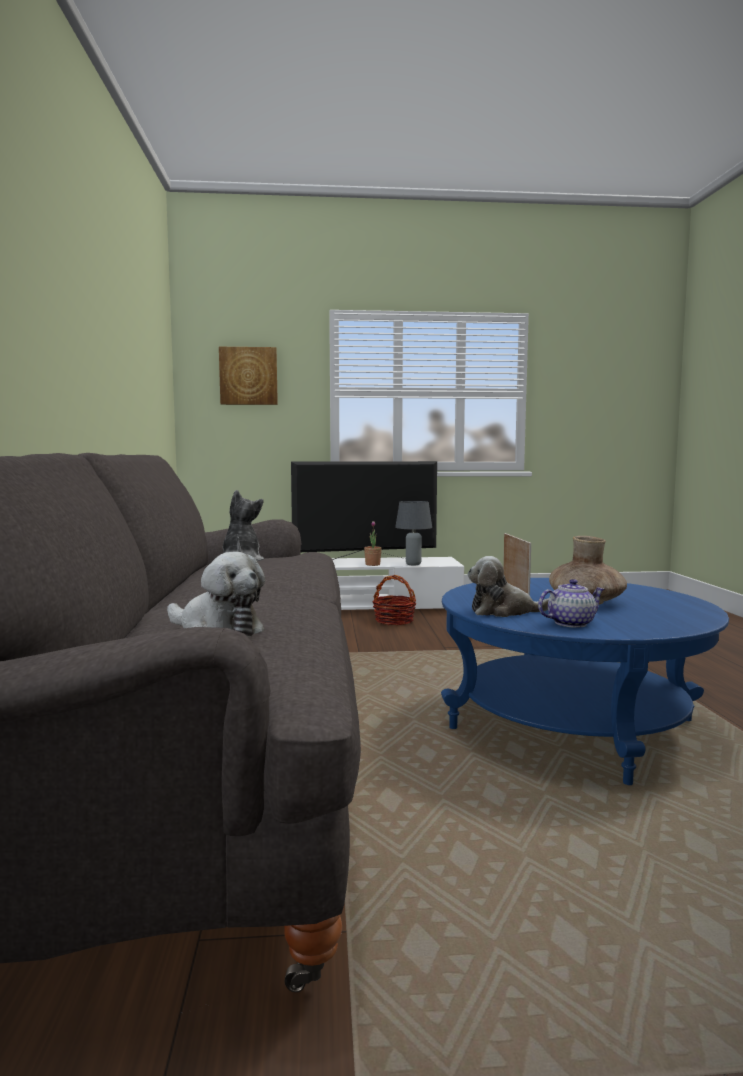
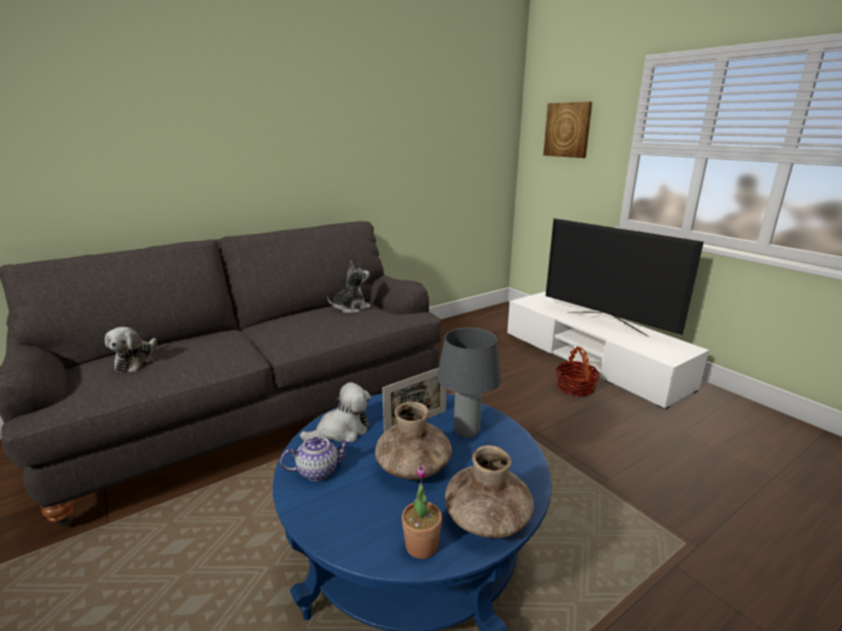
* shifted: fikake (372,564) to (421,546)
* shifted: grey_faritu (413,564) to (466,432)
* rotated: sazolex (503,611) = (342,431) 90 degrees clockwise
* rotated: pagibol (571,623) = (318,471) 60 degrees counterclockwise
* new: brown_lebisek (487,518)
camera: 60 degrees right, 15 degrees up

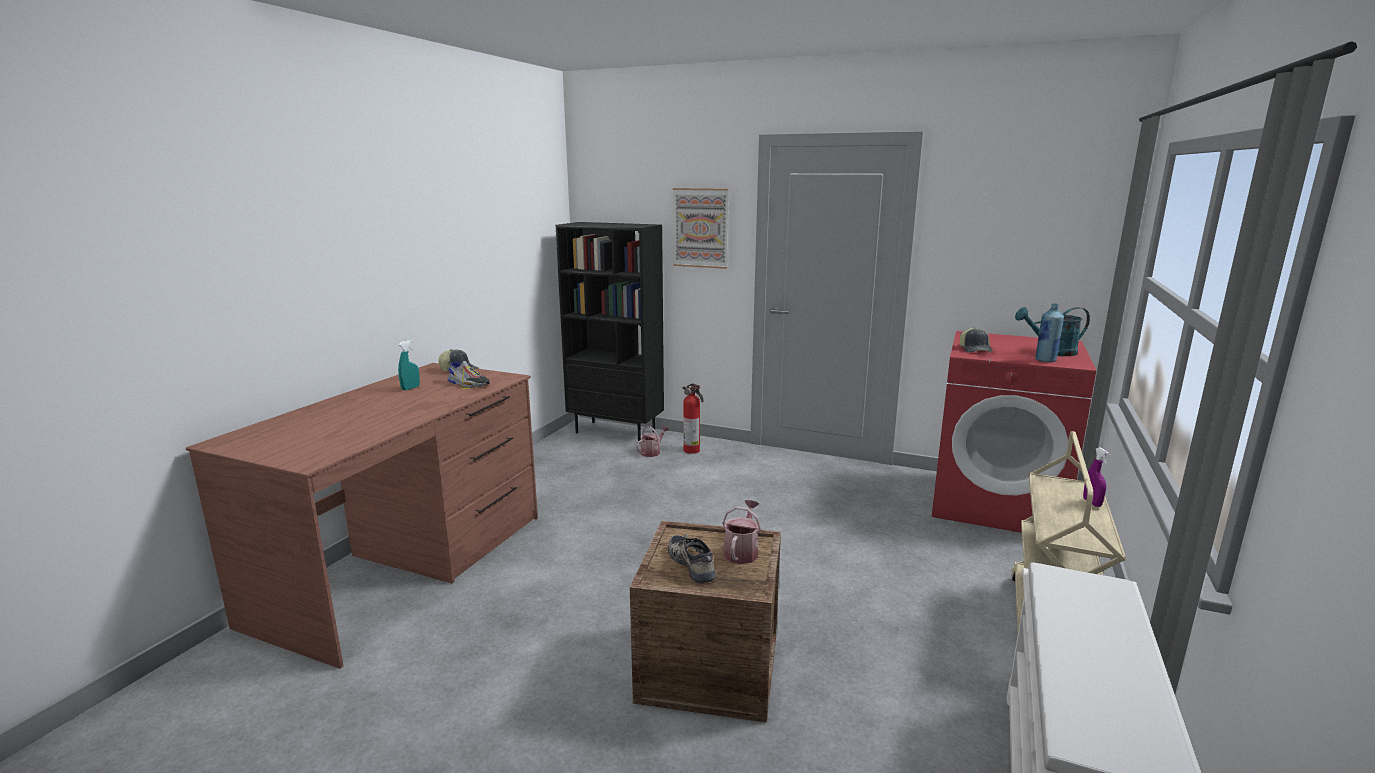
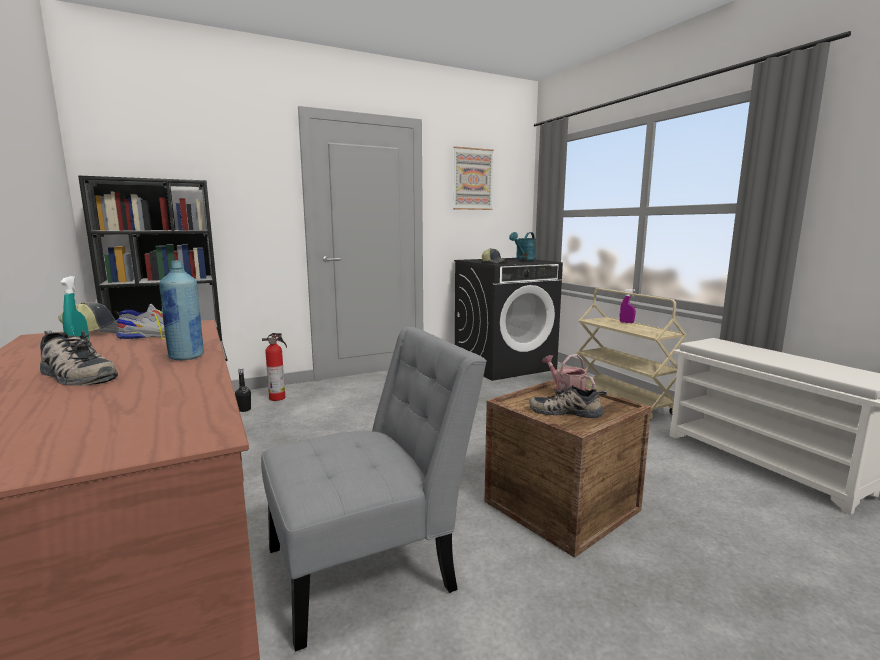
* swapped: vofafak (652,452) to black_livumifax (244,410)
* shifted: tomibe (701,228) to (472,179)
* repainted: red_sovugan (997,504) to black_sovugan (504,365)
* shifted: blue_livumifax (1045,360) to (186,357)
* new: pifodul (74,375)
* new: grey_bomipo (370,565)
camera: 50 degrees left, 5 degrees down

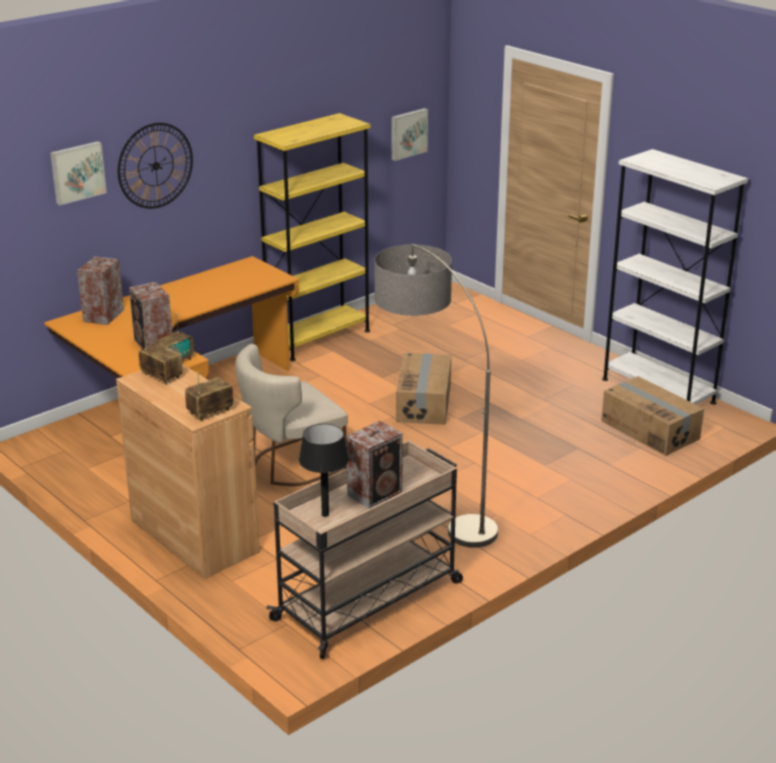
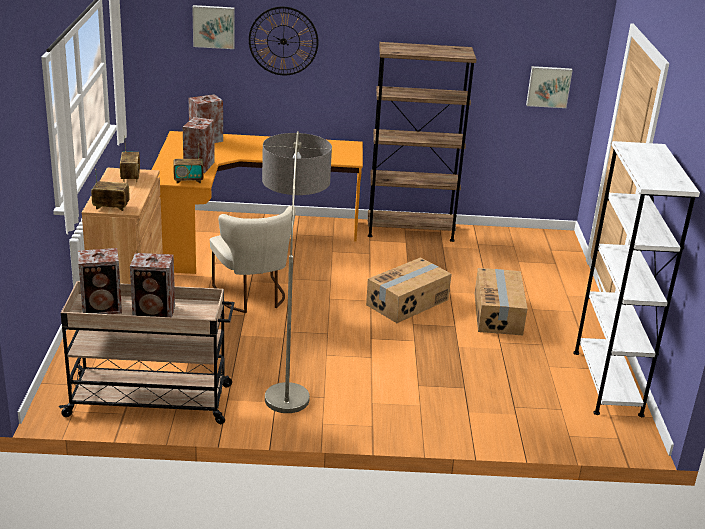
* rotated: beige_bomipo (290,465) = (252,297) 120 degrees counterclockwise
* repainted: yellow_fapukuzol (318,338) to brown_fapukuzol (410,230)
* swapped: black_faritu (325,514) to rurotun (103,307)
* shifted: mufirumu (650,430) to (498,314)
camera: 40 degrees right, 0 degrees up

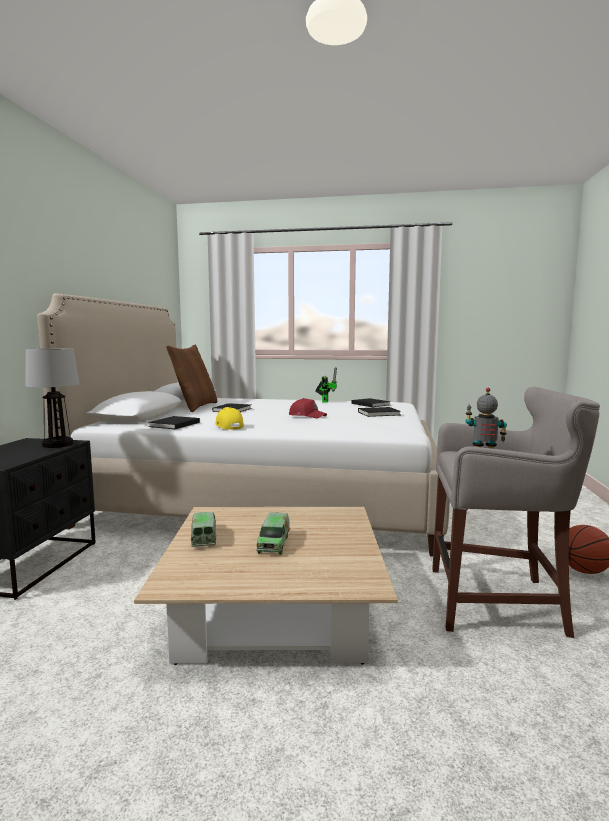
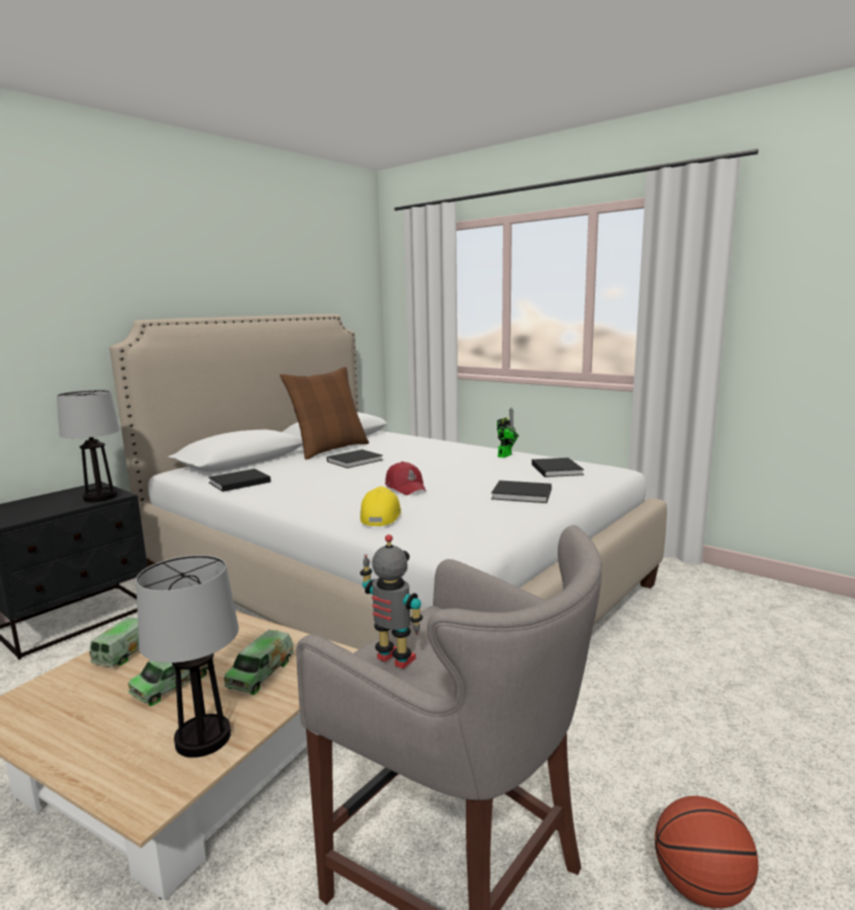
* shifted: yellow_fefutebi (228,426) to (380,516)
* new: faritu (202,738)
* new: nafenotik (261,673)
camera: 30 degrees right, 5 degrees up

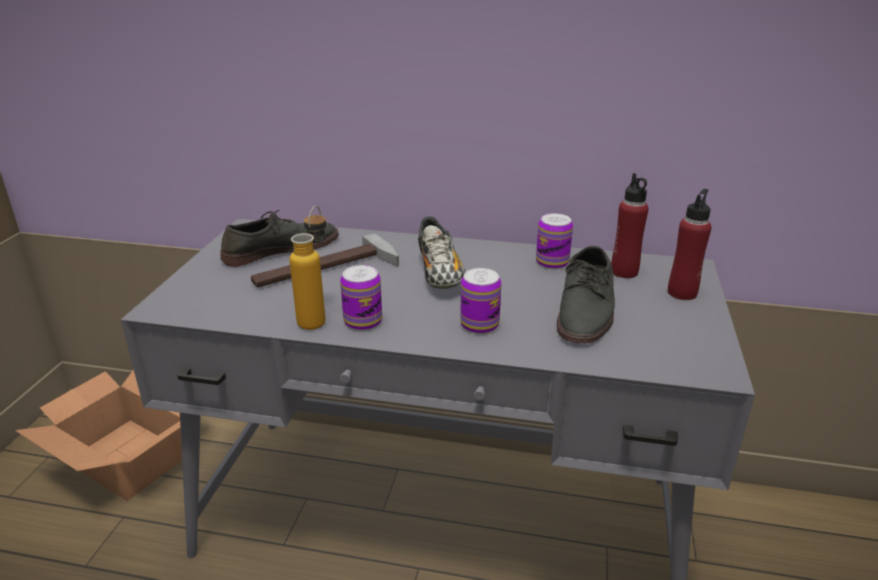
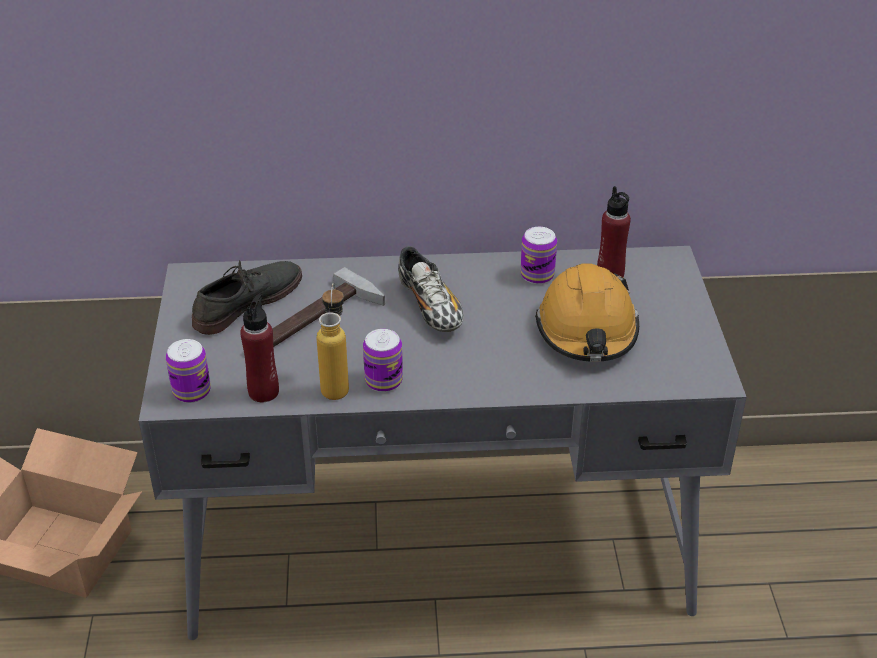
* shifted: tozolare (479,325) to (191,391)
* swapped: grey_pifodul (586,310) to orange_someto (587,330)
* shifted: red_livumifax (682,293) to (263,392)
camera: 15 degrees left, 10 degrees up

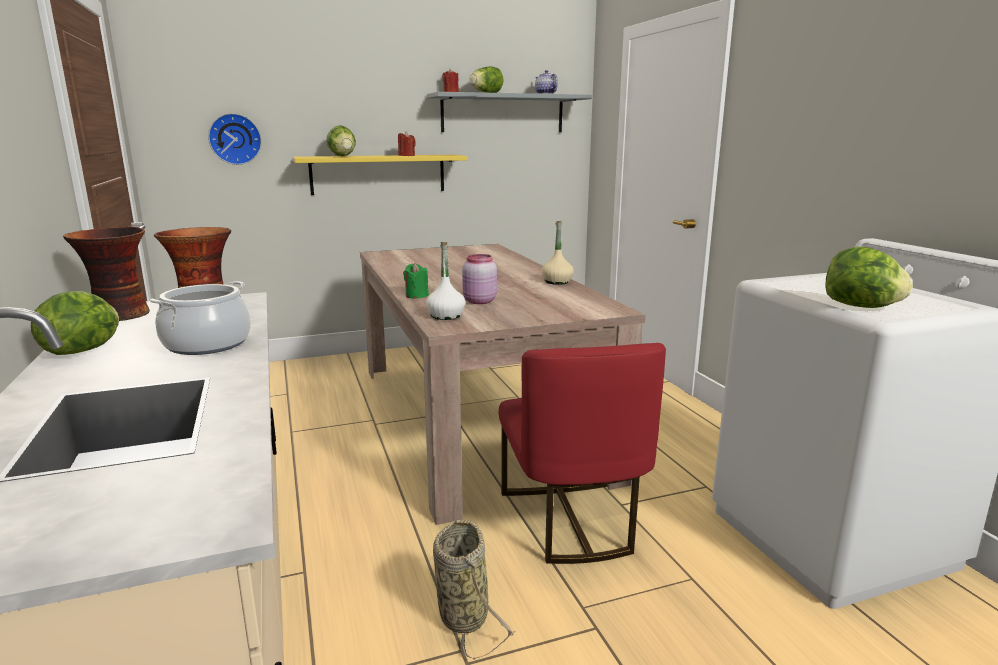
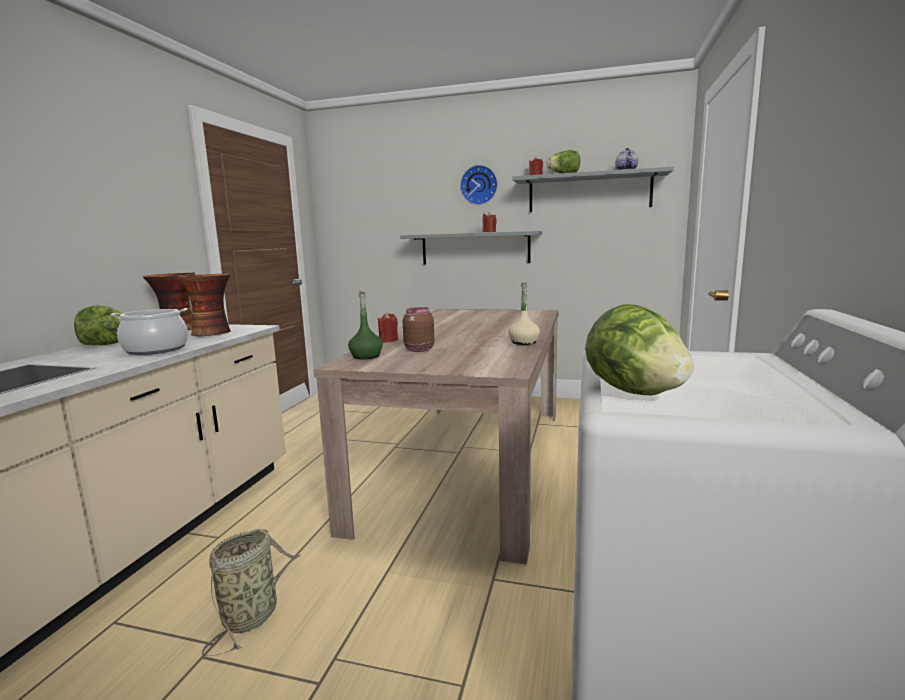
* shifted: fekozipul (235,139) to (479,185)
* repainted: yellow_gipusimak (378,174) to grey_gipusimak (475,248)
* gone: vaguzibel (342,156)
* repainted: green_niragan (416,295) to red_niragan (388,340)
* repainted: white_livumifax (446,316) to green_livumifax (366,356)
* repainted: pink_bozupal (479,301) to brown_bozupal (418,349)
* gone: red_bomipo (571,521)
camera: 35 degrees right, 5 degrees down

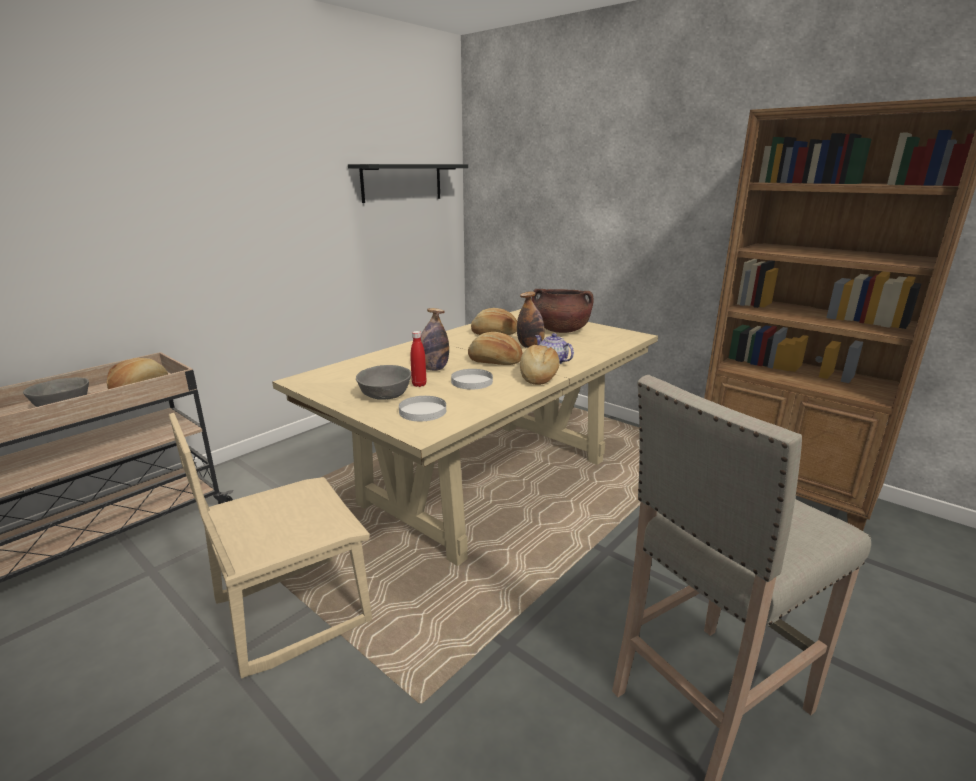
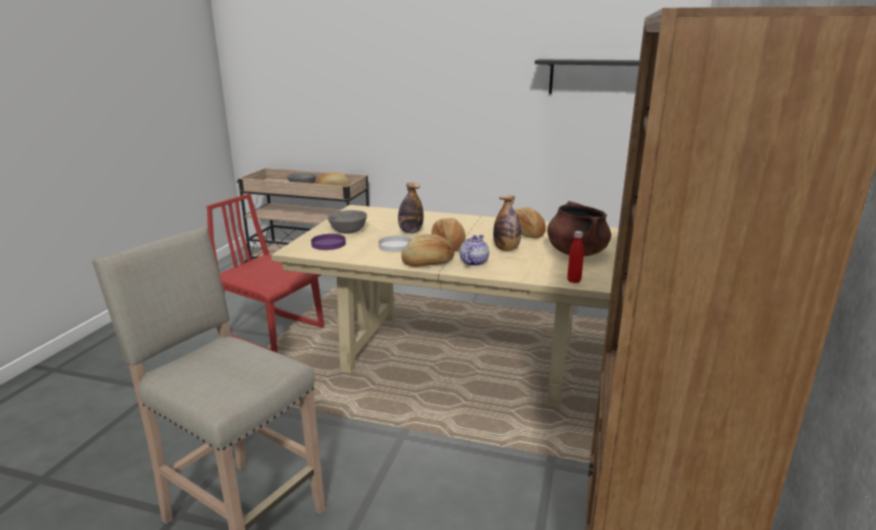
* repainted: beige_bomipo (292,611) to red_bomipo (274,332)
* repainted: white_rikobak (422,411) to purple_rikobak (328,244)
* shifted: red_livumifax (419,384) to (574,281)
camera: 65 degrees right, 0 degrees up

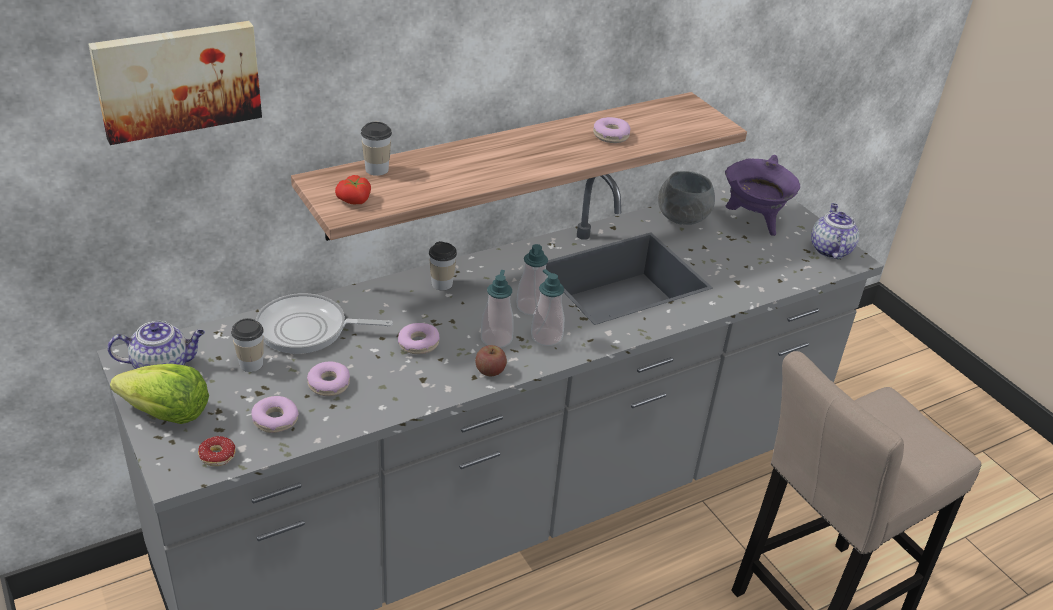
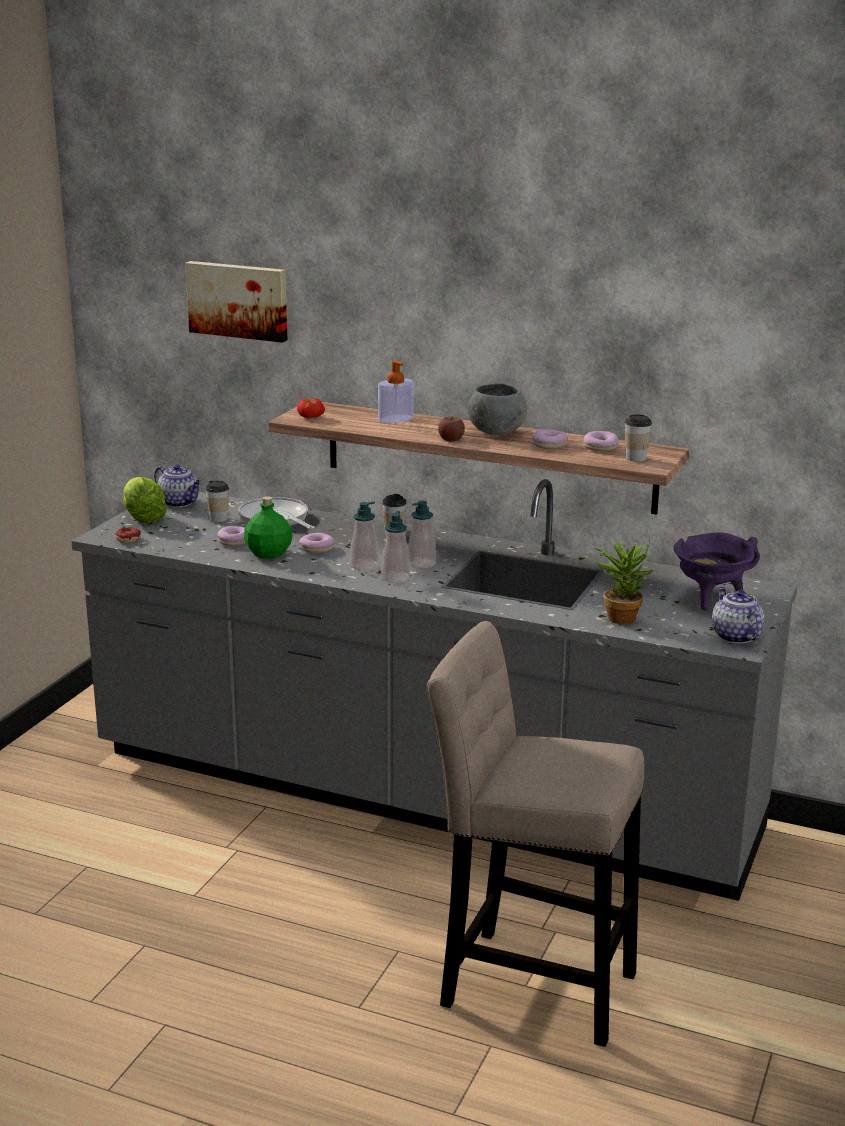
* shifted: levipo (275,420) to (600,447)
* shifted: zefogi (377,169) to (636,458)
* shifted: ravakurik (490,371) to (451,439)
* shifted: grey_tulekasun (682,218) to (496,432)
* rotated: pagibol (829,249) = (735,636) 75 degrees counterclockwise
* new: green_livumifax (269,553)
* new: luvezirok (395,419)
* new: fikake (621,616)
camera: 55 degrees right, 15 degrees down

